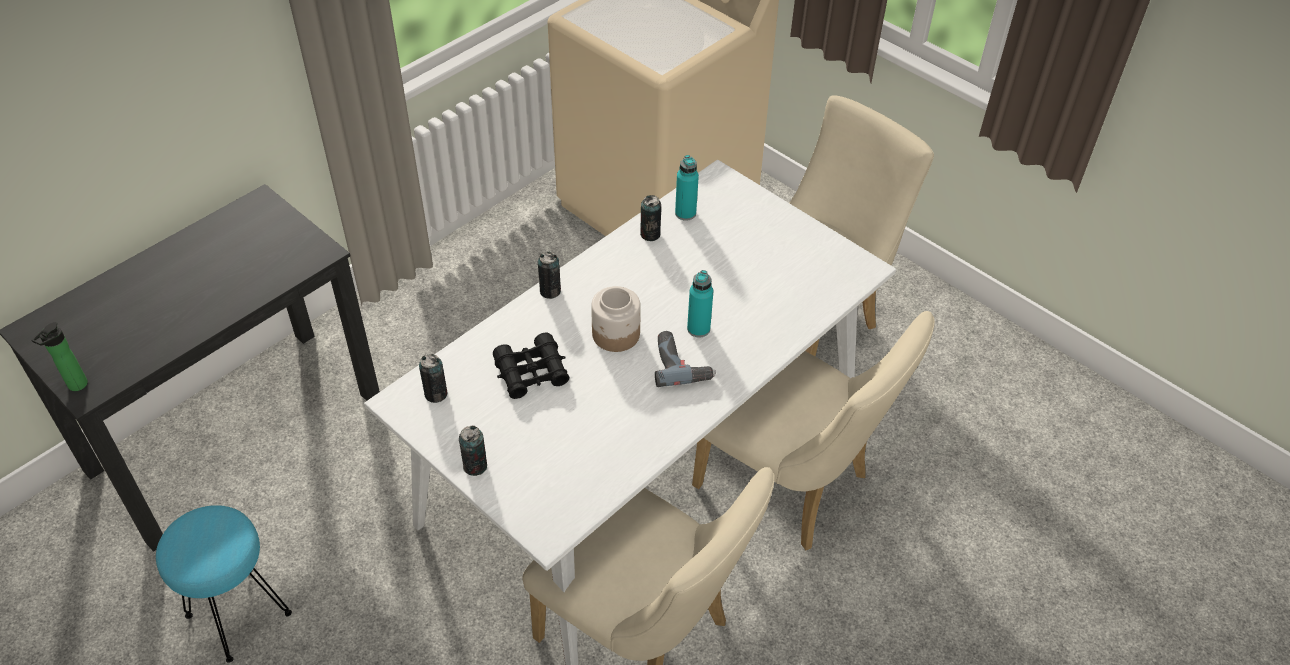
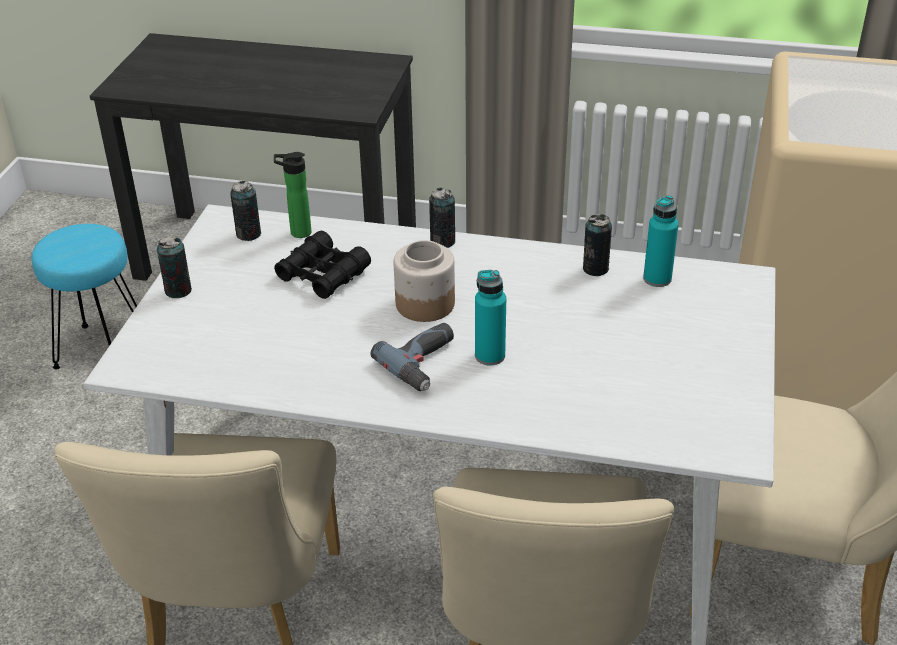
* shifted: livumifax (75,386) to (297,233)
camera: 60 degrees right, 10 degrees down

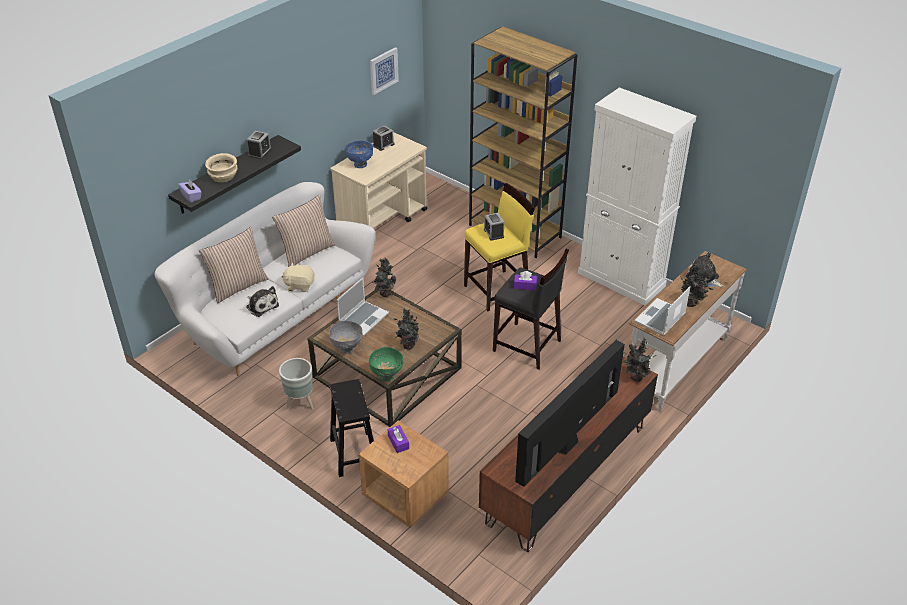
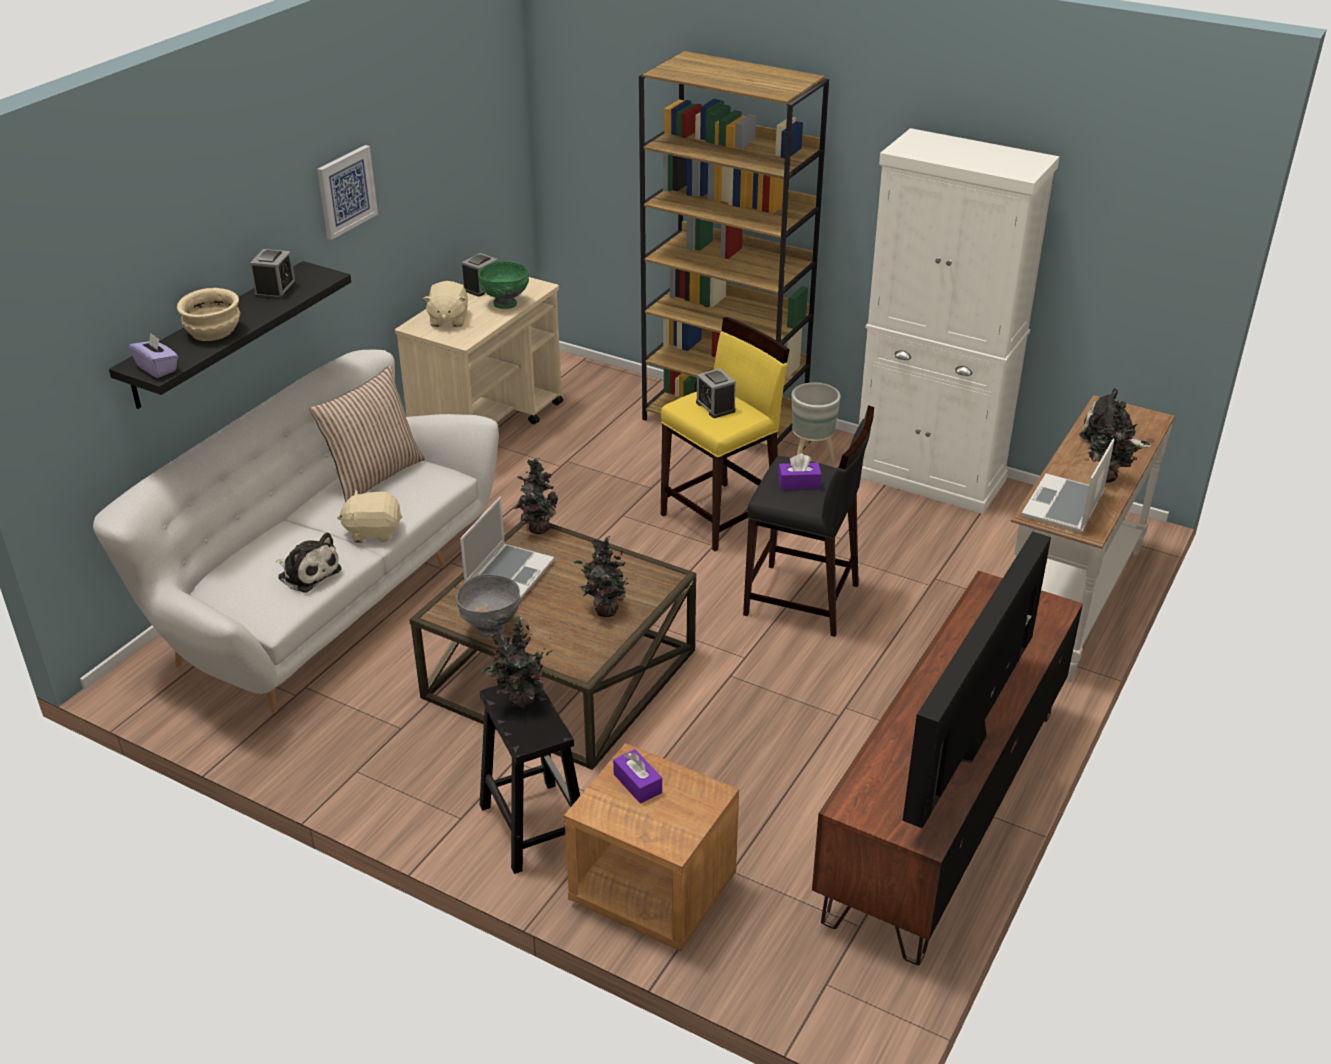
* gone: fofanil (238,286)
* shifted: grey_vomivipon (299,403) to (810,456)
* swapped: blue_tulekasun (360,164) to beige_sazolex (448,320)
* shifted: green_tulekasun (386,376) to (505,304)
* shifted: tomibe (383,70) to (346,191)
* shifted: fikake (635,378) to (520,702)
camera: 10 degrees left, 5 degrees down

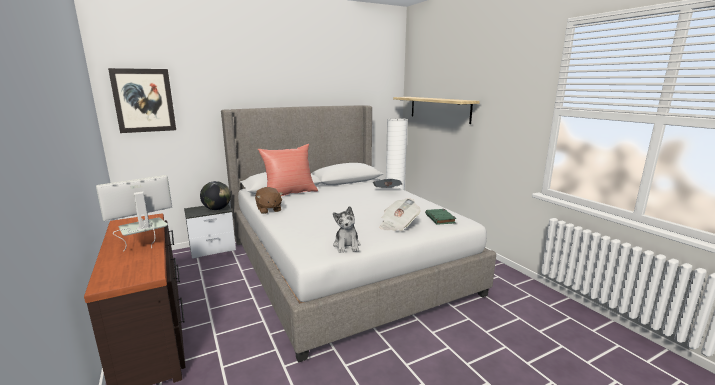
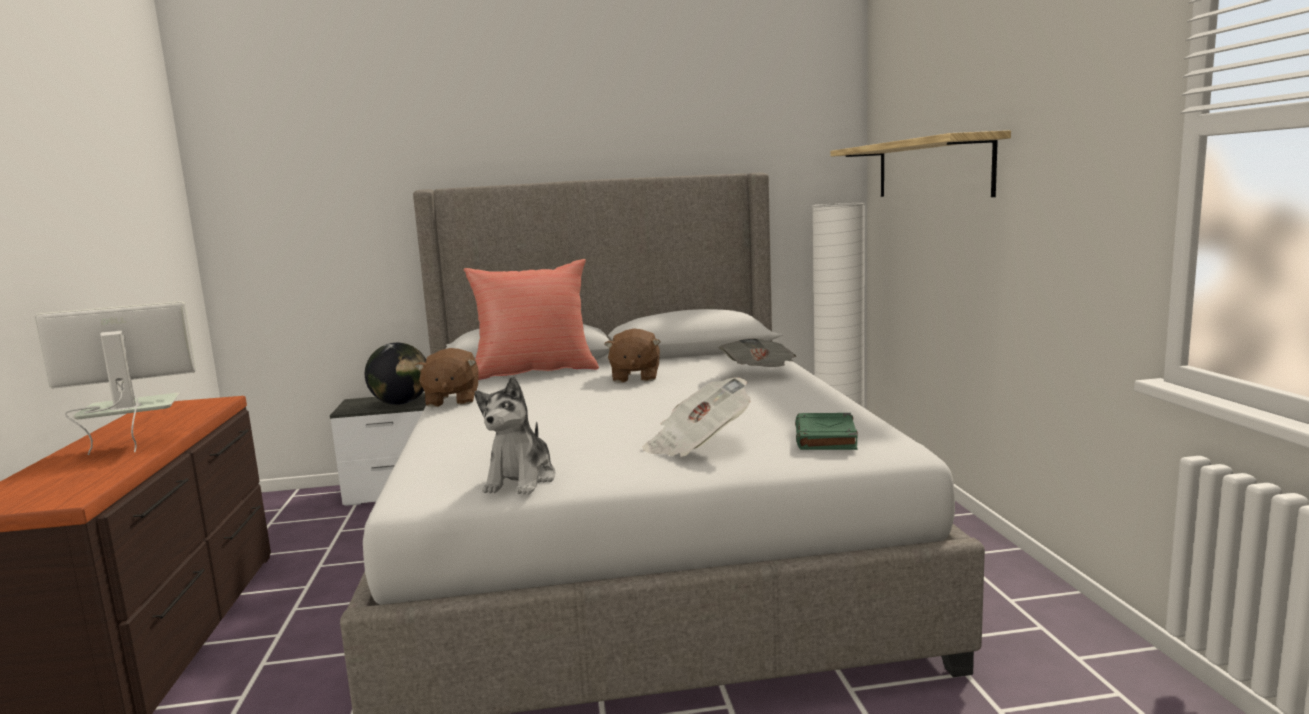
* gone: tomibe (144,100)
* new: brown_sazolex (634,377)
camera: 20 degrees right, 5 degrees down

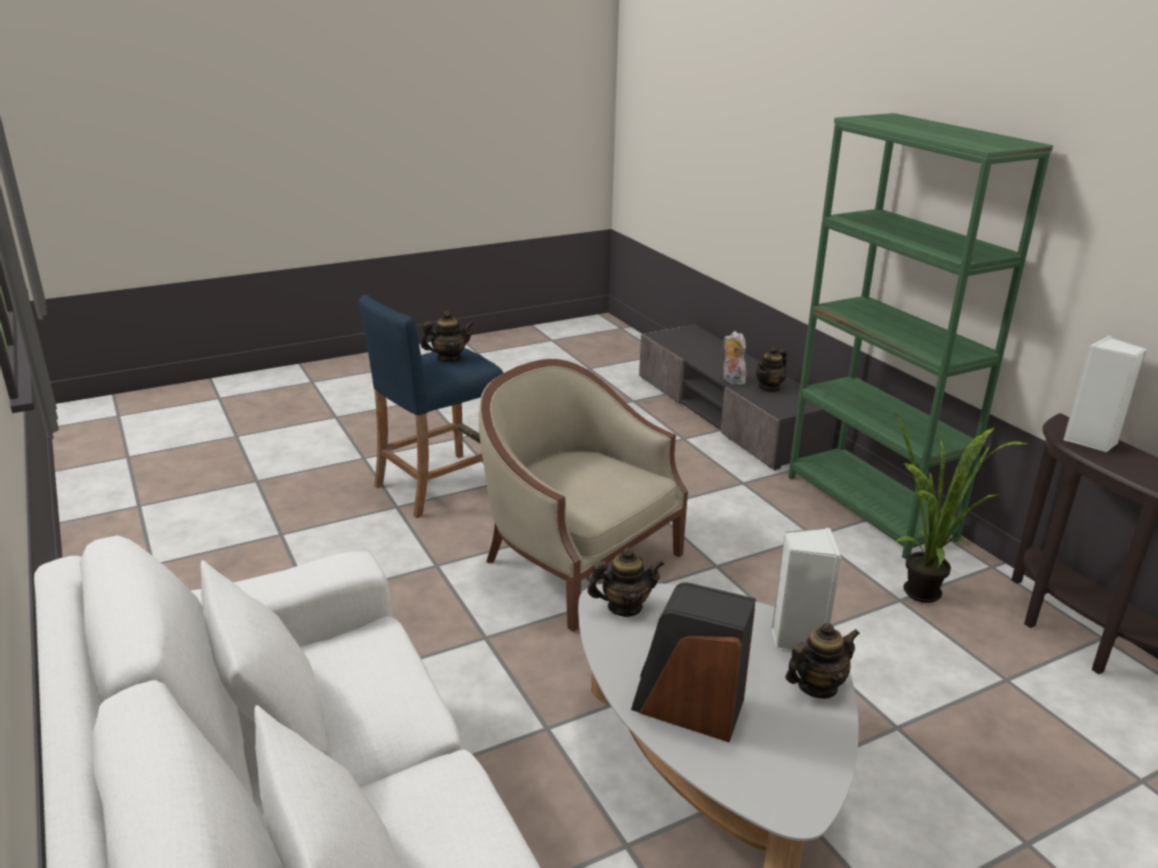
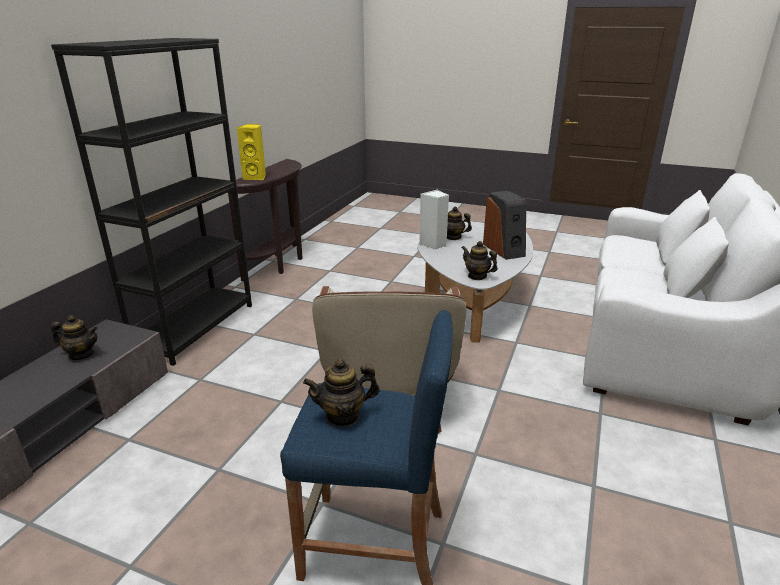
* rotated: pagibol (448,358) = (343,416) 45 degrees counterclockwise
* gone: sazolex (731,380)
* repainted: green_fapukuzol (869,507) to black_fapukuzol (196,328)
* gone: fikake (926,599)
* repainted: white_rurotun (1091,440) to yellow_rurotun (256,177)
camera: 130 degrees left, 0 degrees up

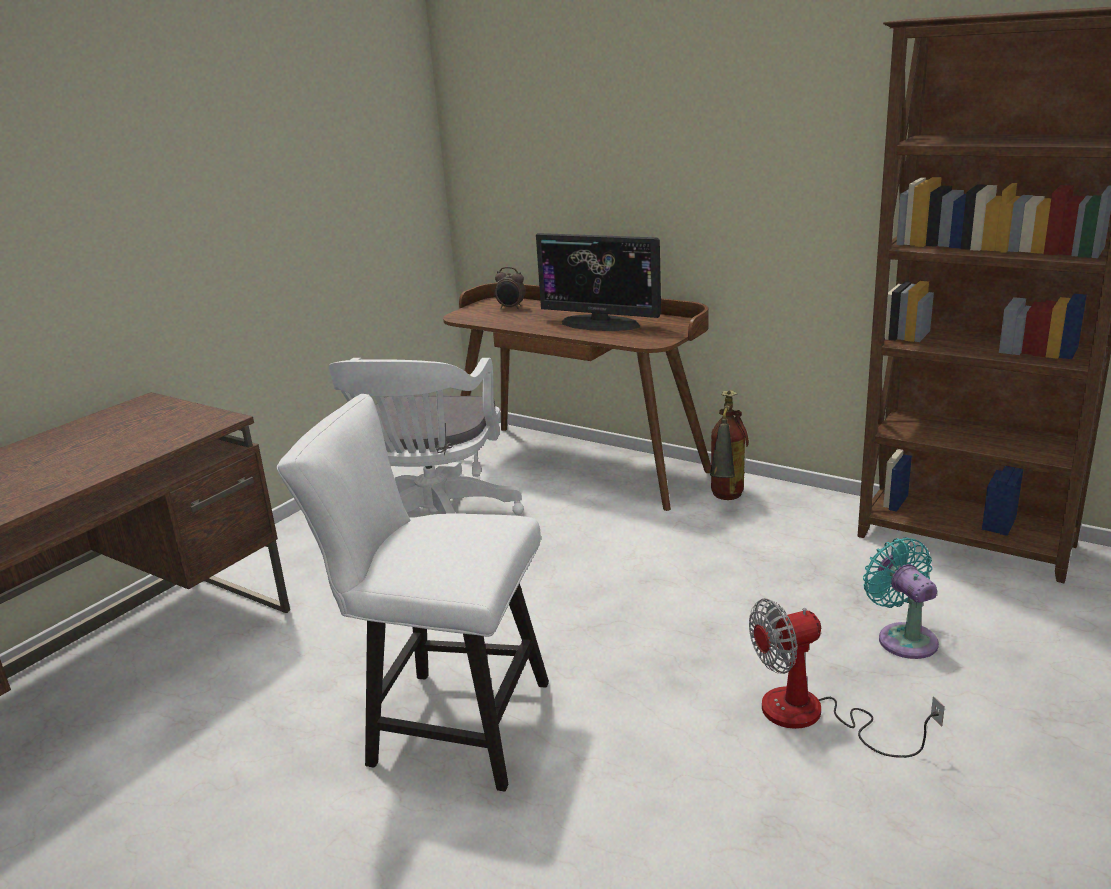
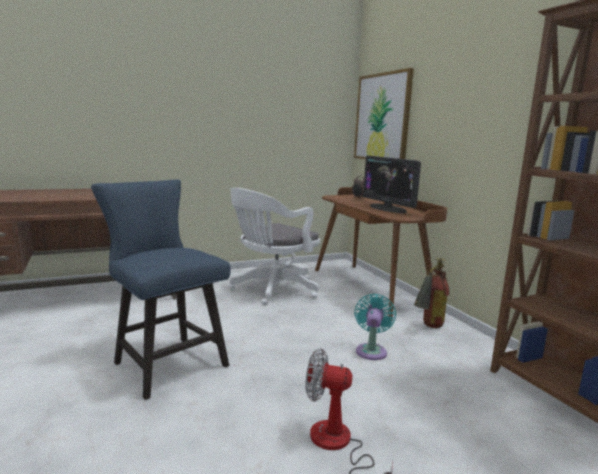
* repainted: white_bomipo (446,724) to blue_bomipo (165,362)
* shifted: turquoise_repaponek (903,638) to (371,350)
* new: tomibe (382,117)
camera: 30 degrees right, 10 degrees down

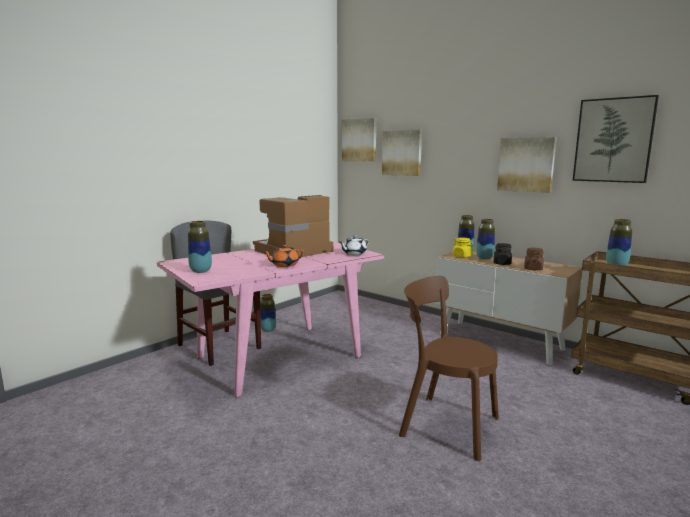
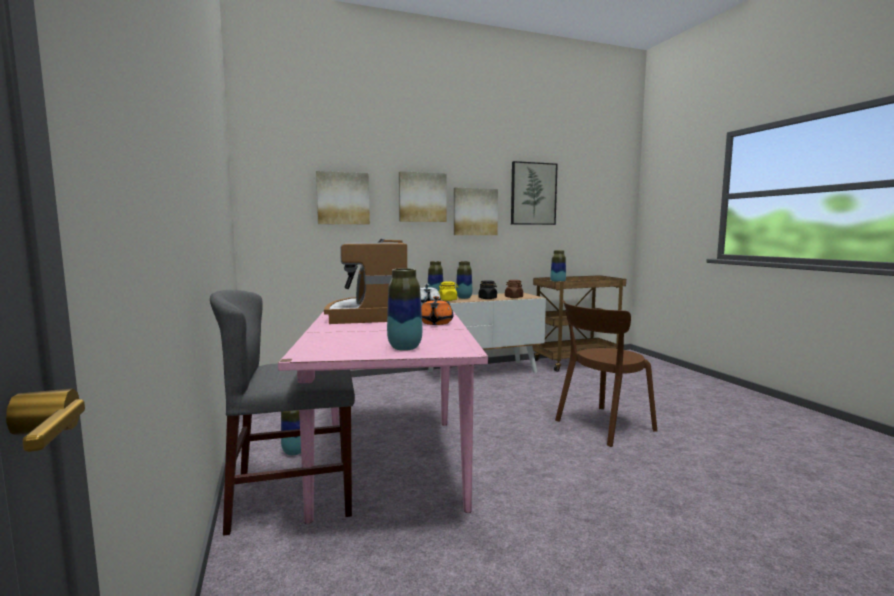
* shifted: tomibe (359,140) to (422,197)
camera: 60 degrees left, 5 degrees down

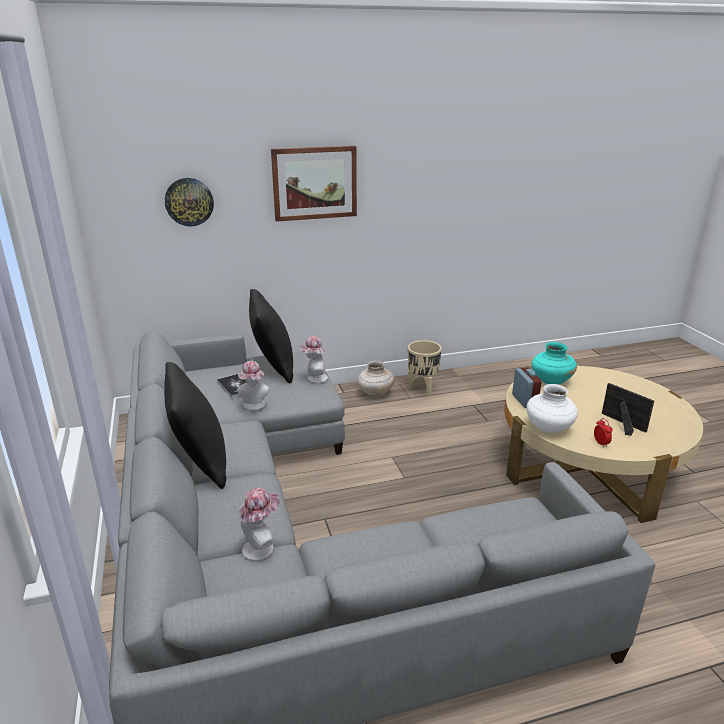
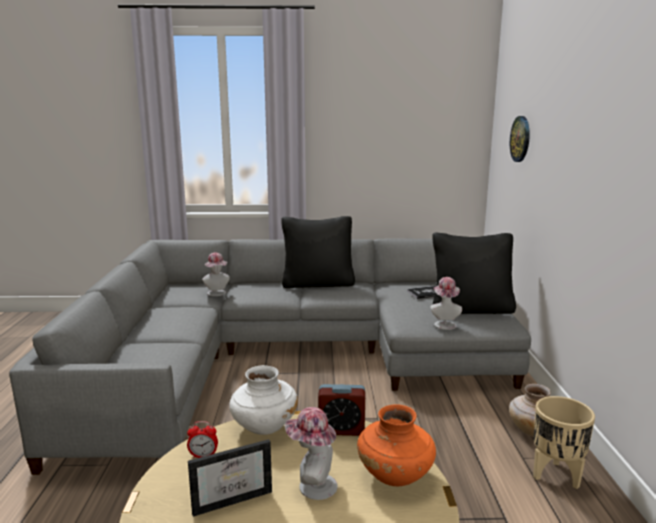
* shifted: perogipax (254,406) to (312,486)
* gone: tomibe (314,183)
* repainted: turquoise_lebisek (551,381) to orange_lebisek (395,475)
camera: 105 degrees right, 10 degrees down

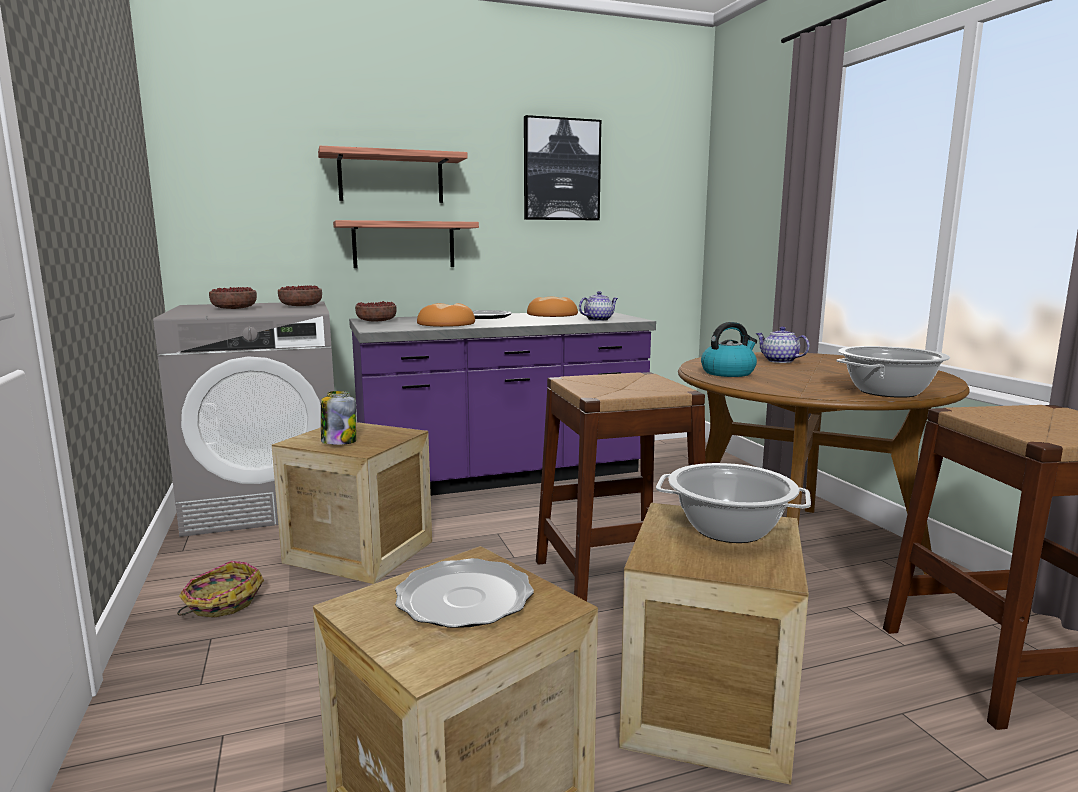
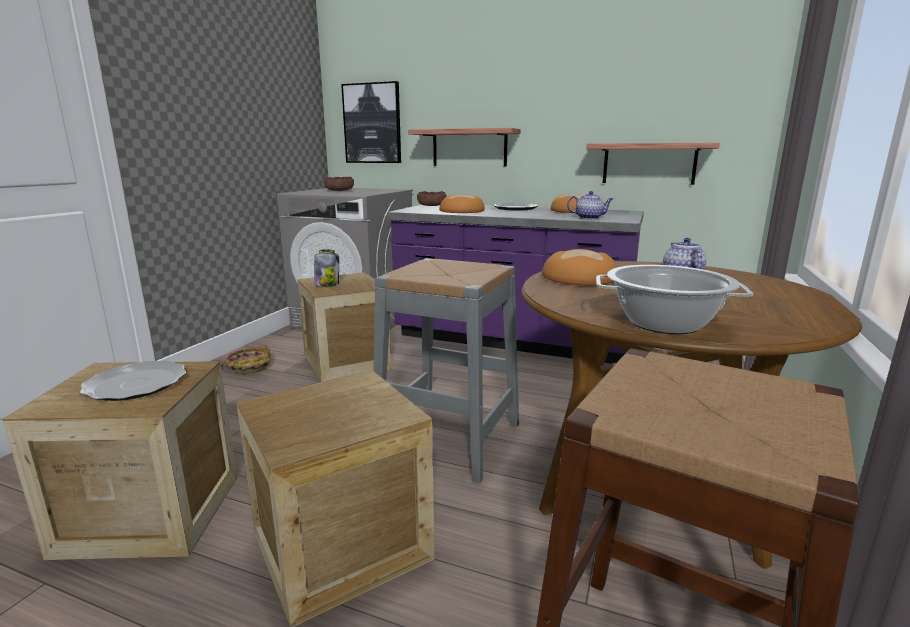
* gone: tulekasun (300,306)
* shifted: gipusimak (391,178) to (649,163)
* shifted: tomibe (561,170) to (372,123)
* repainted: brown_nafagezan (616,581) to grey_nafagezan (448,438)
* gone: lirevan (730,529)
* swapped: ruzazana (728,373) to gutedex (578,277)
camera: 40 degrees right, 5 degrees up

